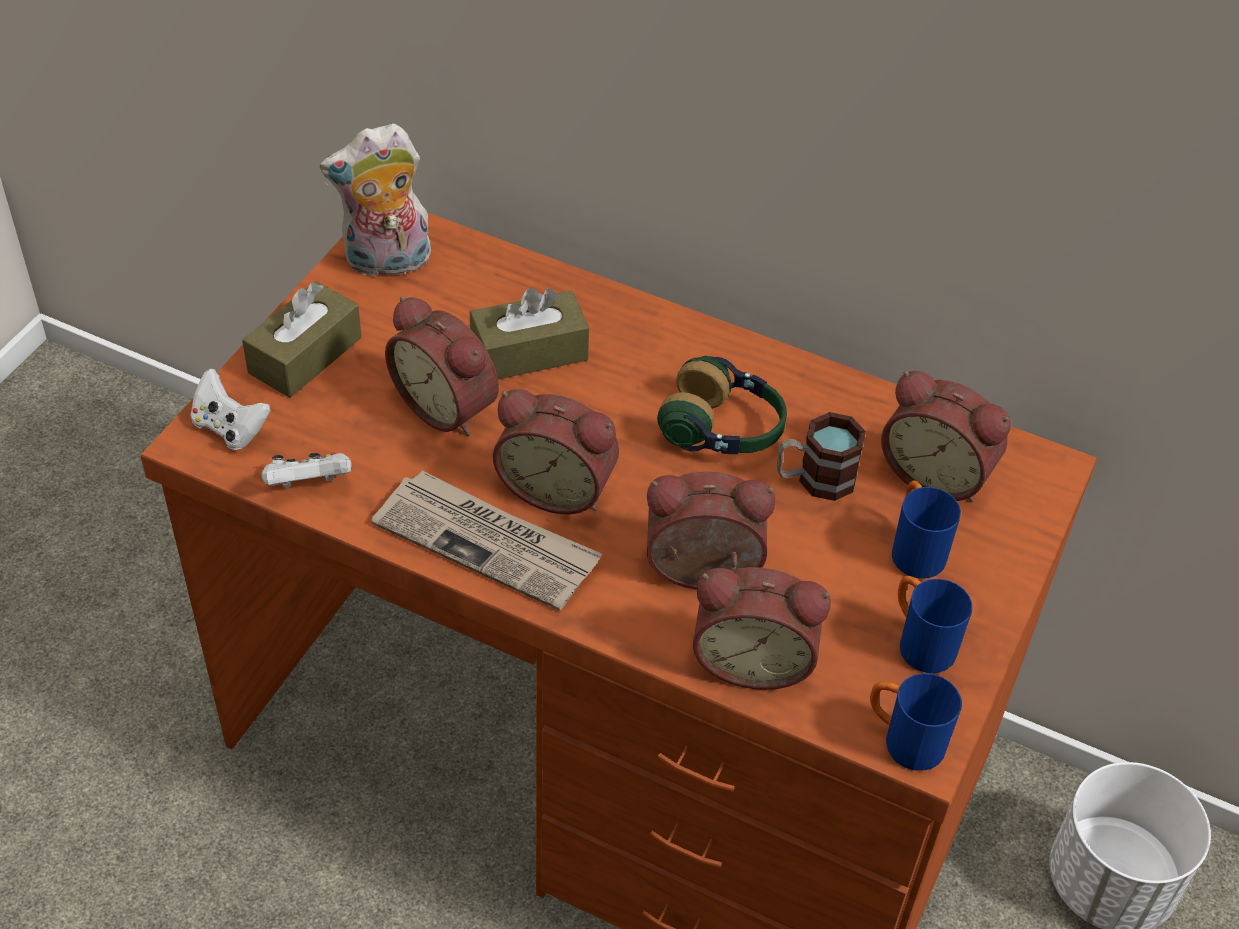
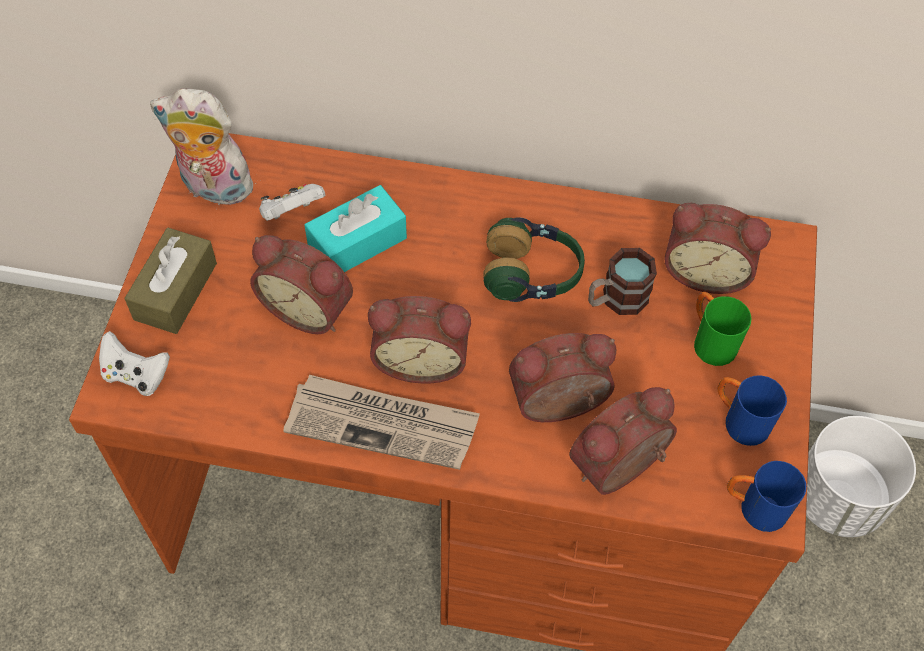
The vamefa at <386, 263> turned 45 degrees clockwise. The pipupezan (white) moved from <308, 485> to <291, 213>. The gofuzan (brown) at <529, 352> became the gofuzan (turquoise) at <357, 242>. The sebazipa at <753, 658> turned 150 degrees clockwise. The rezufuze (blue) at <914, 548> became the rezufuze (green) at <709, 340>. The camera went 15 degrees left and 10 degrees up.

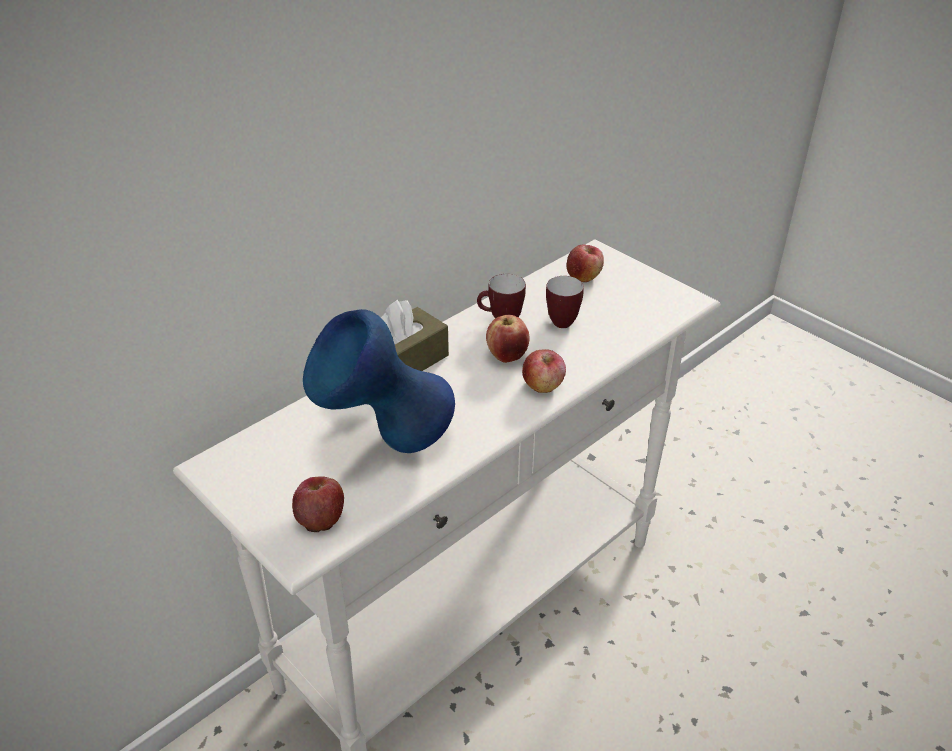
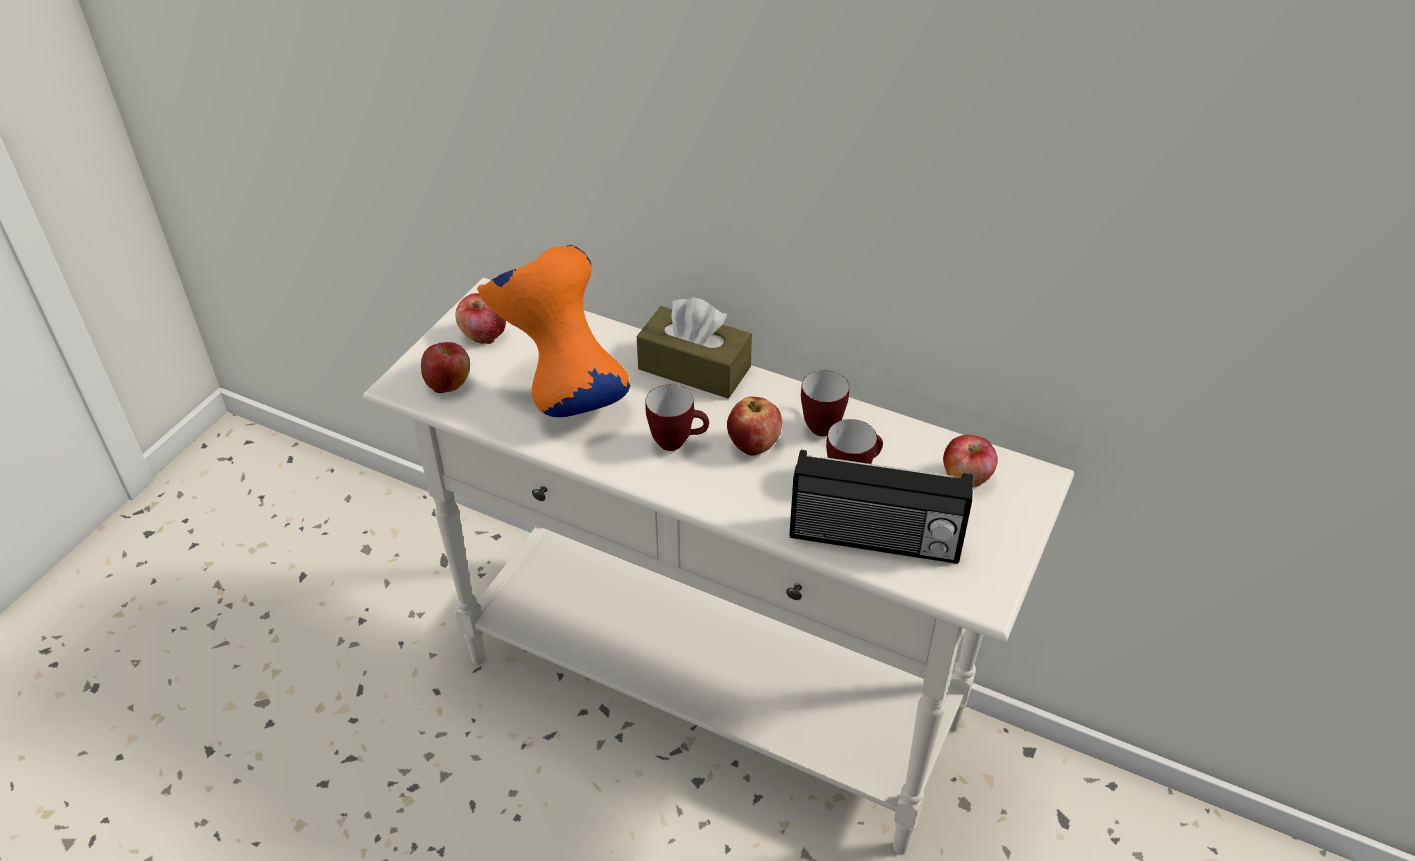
The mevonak moved from <543, 385> to <483, 334>. The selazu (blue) at <385, 445> became the selazu (orange) at <561, 393>. The rezufuze at <678, 442> appeared. The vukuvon at <874, 541> appeared. The camera went 70 degrees right and 5 degrees up.

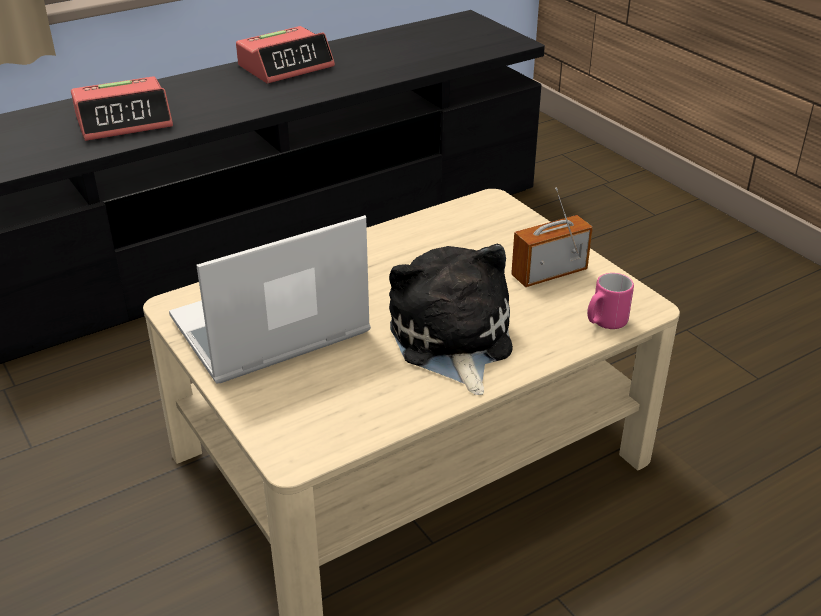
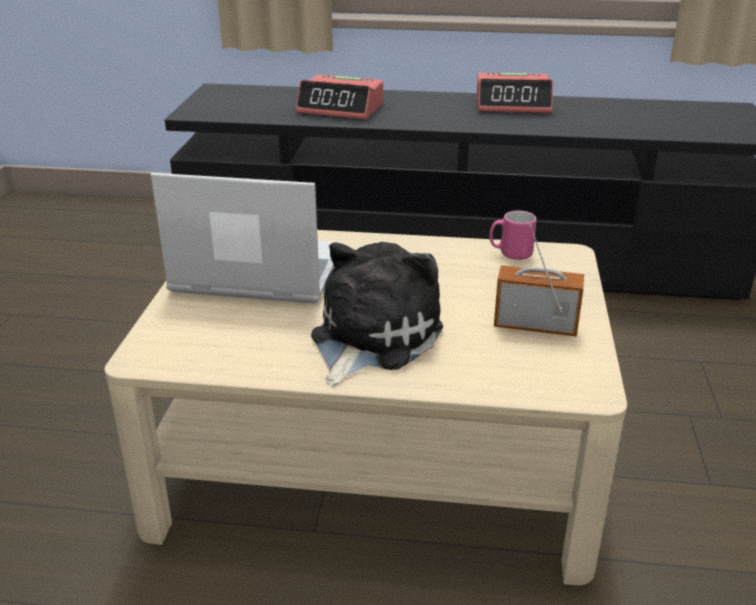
The rezufuze (pink) moved from <604, 323> to <510, 253>. The camera went 40 degrees right and 5 degrees down.

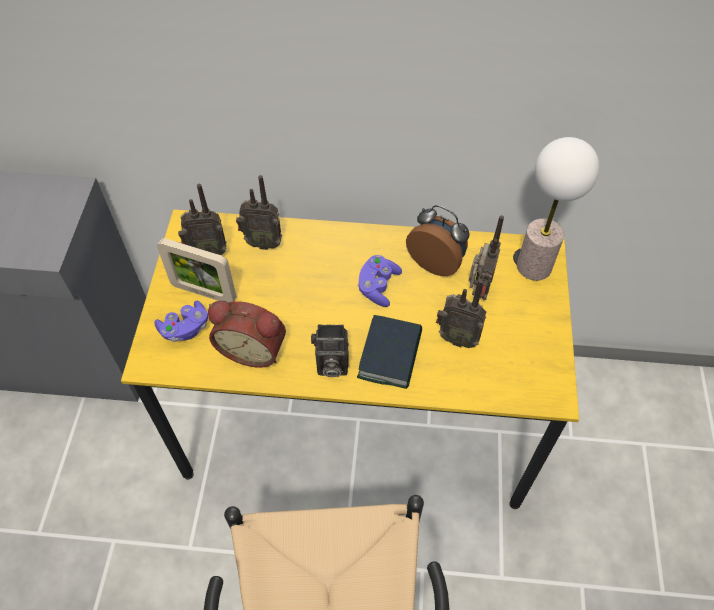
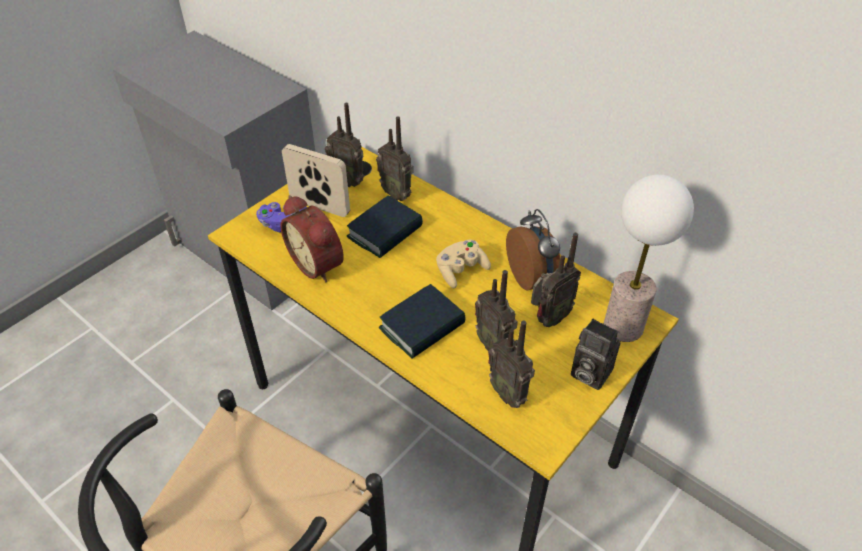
The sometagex at <204, 292> turned 150 degrees clockwise. The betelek at <385, 232> appeared. The pipupezan (purple) at <378, 287> became the pipupezan (beige) at <461, 270>. The vukuvon at <509, 393> appeared. The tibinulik moved from <330, 365> to <588, 373>. The camera went 35 degrees right and 10 degrees down.

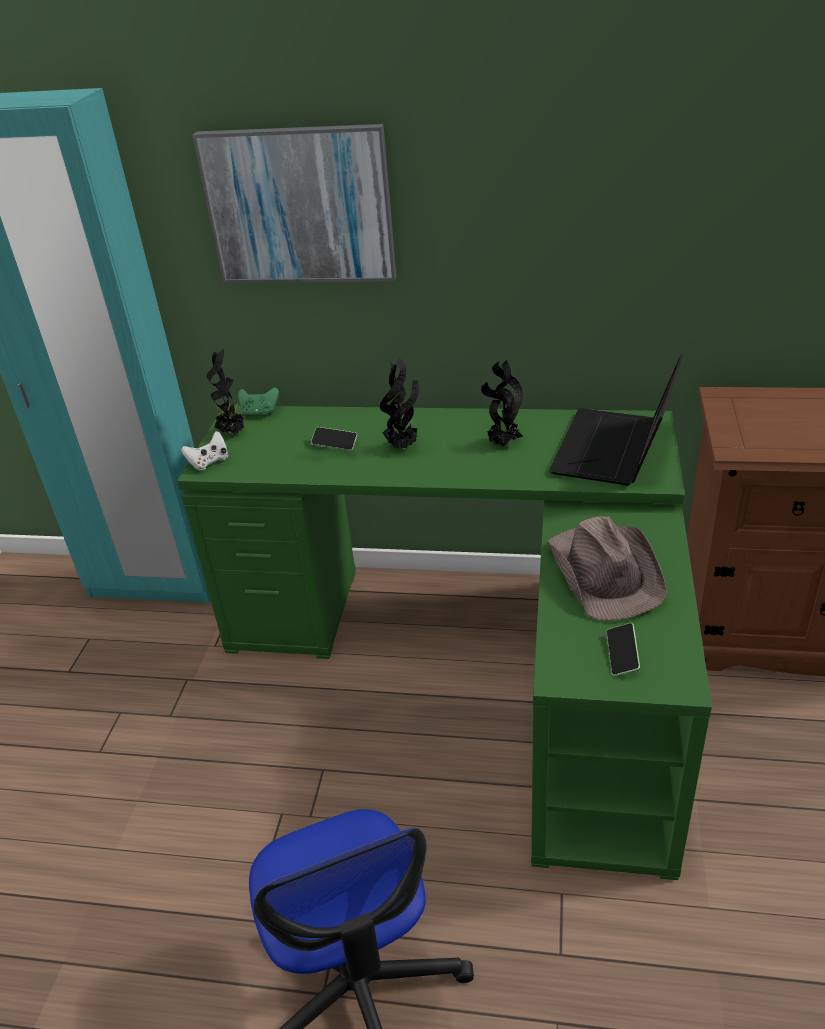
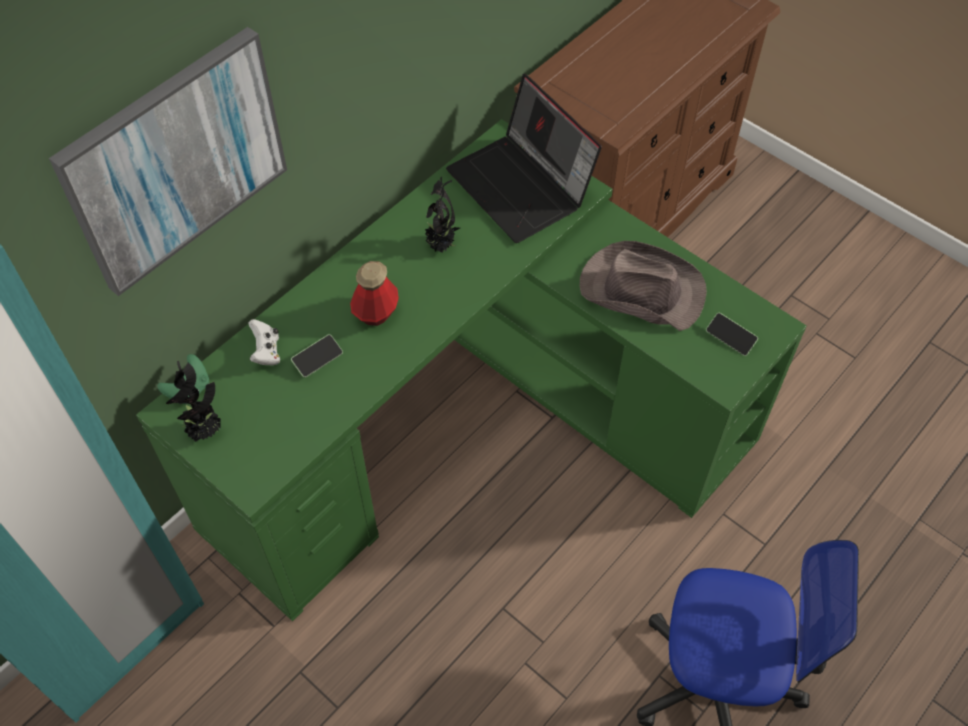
The pipupezan (white) moved from <209, 462> to <266, 352>. The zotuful at <403, 446> was replaced by the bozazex at <376, 312>. The camera went 60 degrees left and 20 degrees up.

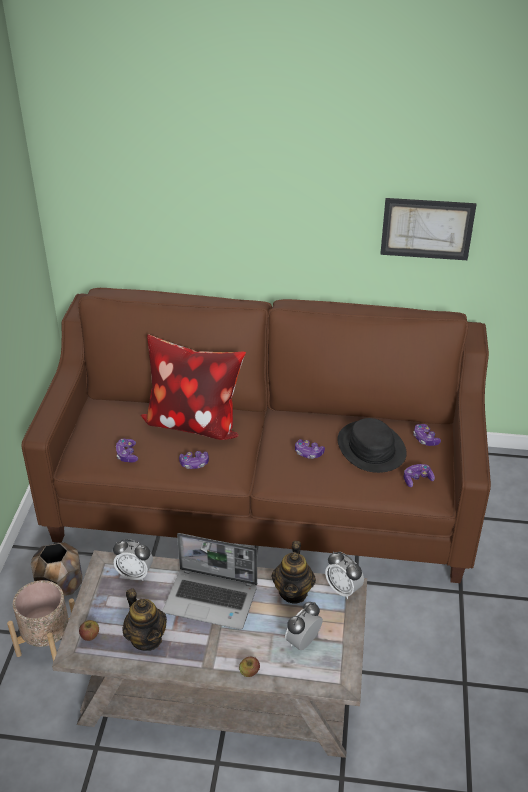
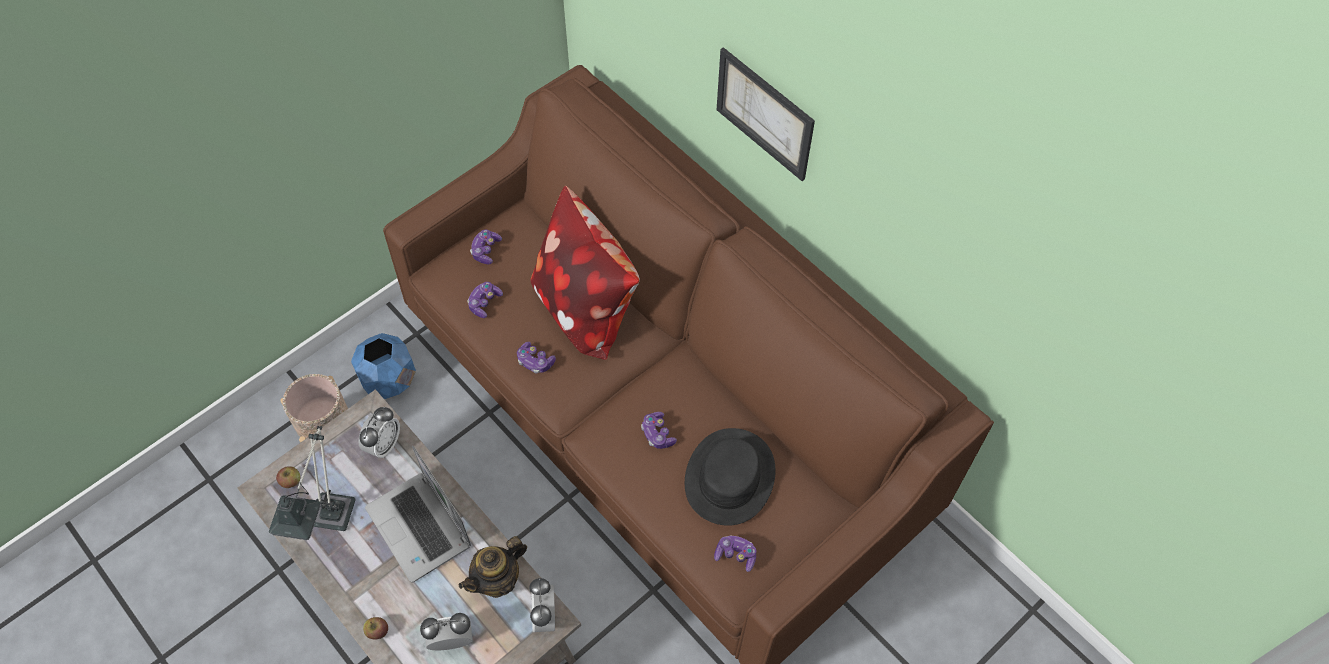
The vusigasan at <146, 638> was replaced by the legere at <330, 523>. The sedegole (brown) at <60, 585> became the sedegole (blue) at <389, 379>. The sebazipa at <135, 574> turned 120 degrees counterclockwise. The pipupezan moved from <425, 439> to <486, 250>. The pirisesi moved from <427, 228> to <764, 113>. The camera went 40 degrees right and 20 degrees up.

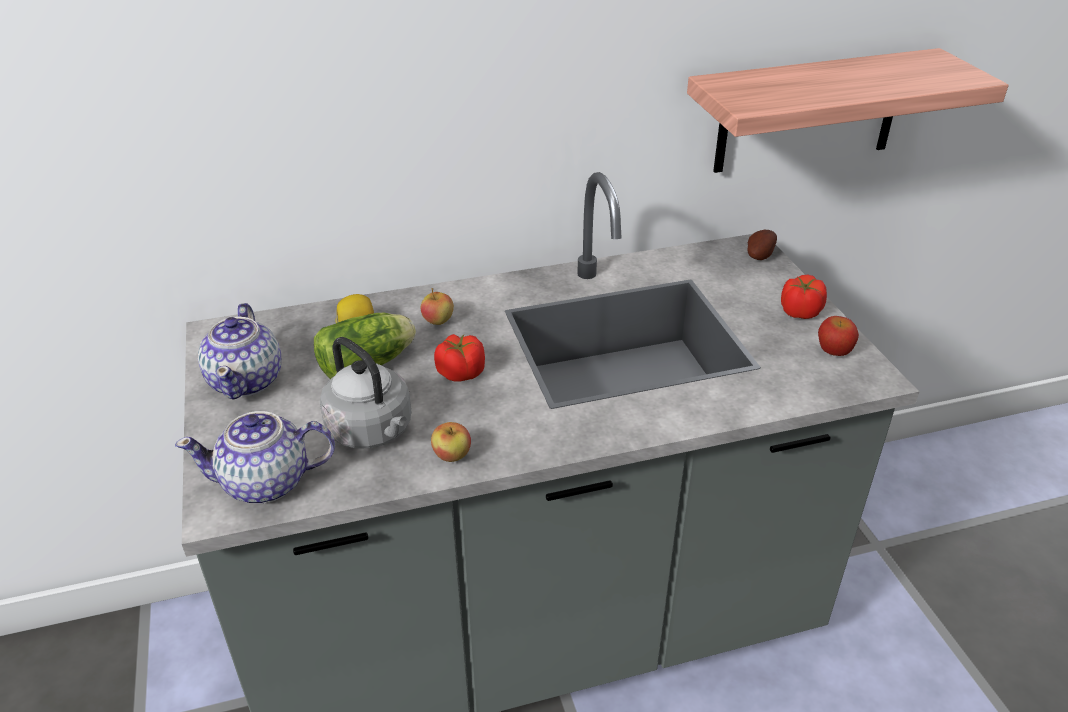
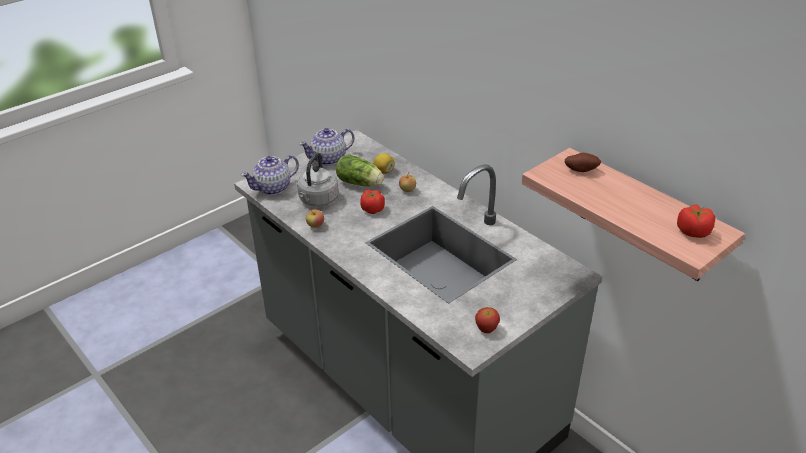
The vusigasan at <267, 483> turned 90 degrees counterclockwise. The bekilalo moved from <758, 255> to <581, 169>. The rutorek moved from <800, 312> to <692, 232>. The camera went 65 degrees right and 0 degrees up.

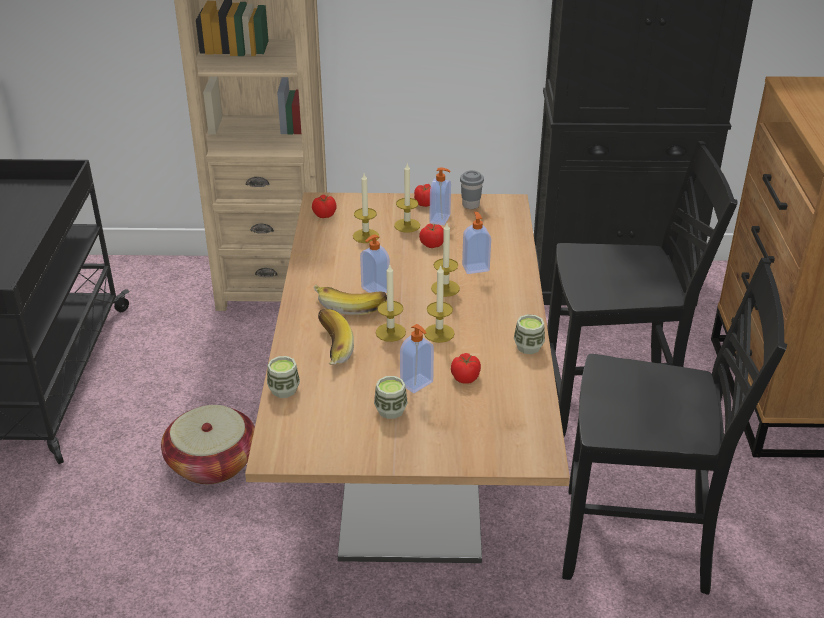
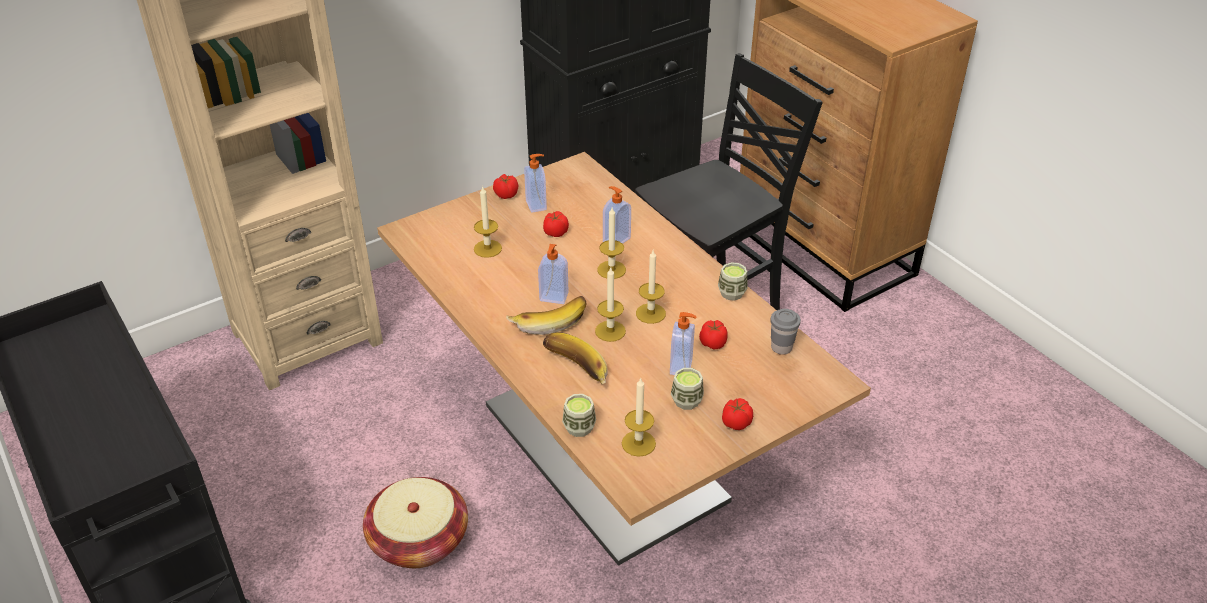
The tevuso moved from <407, 225> to <638, 443>. The rutorek moved from <324, 215> to <735, 423>. The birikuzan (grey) moved from <470, 205> to <781, 348>. The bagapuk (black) at <639, 543> disappeared. The camera went 35 degrees left and 5 degrees up.

